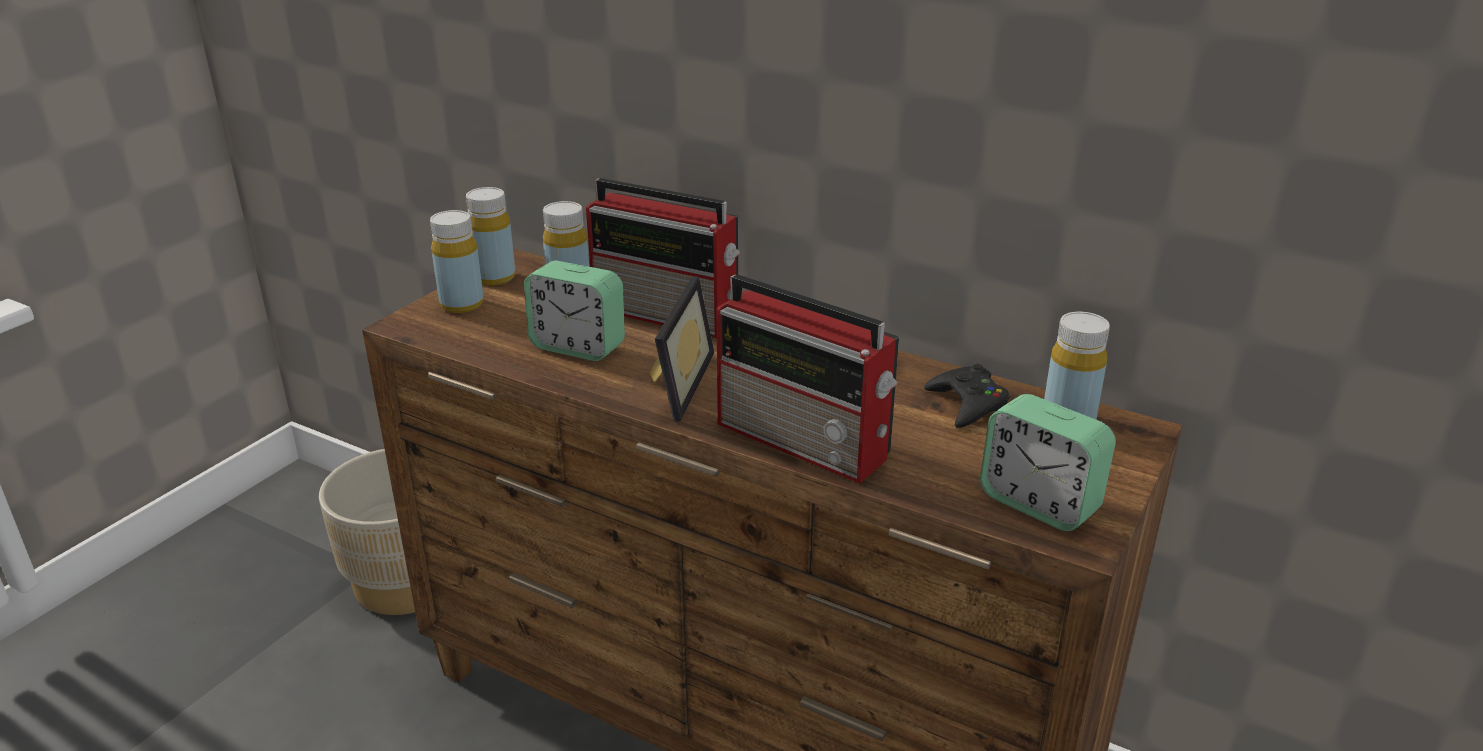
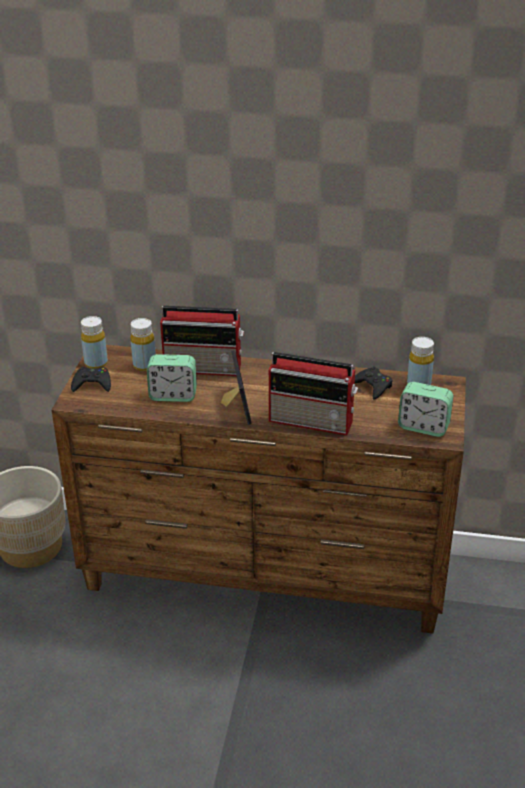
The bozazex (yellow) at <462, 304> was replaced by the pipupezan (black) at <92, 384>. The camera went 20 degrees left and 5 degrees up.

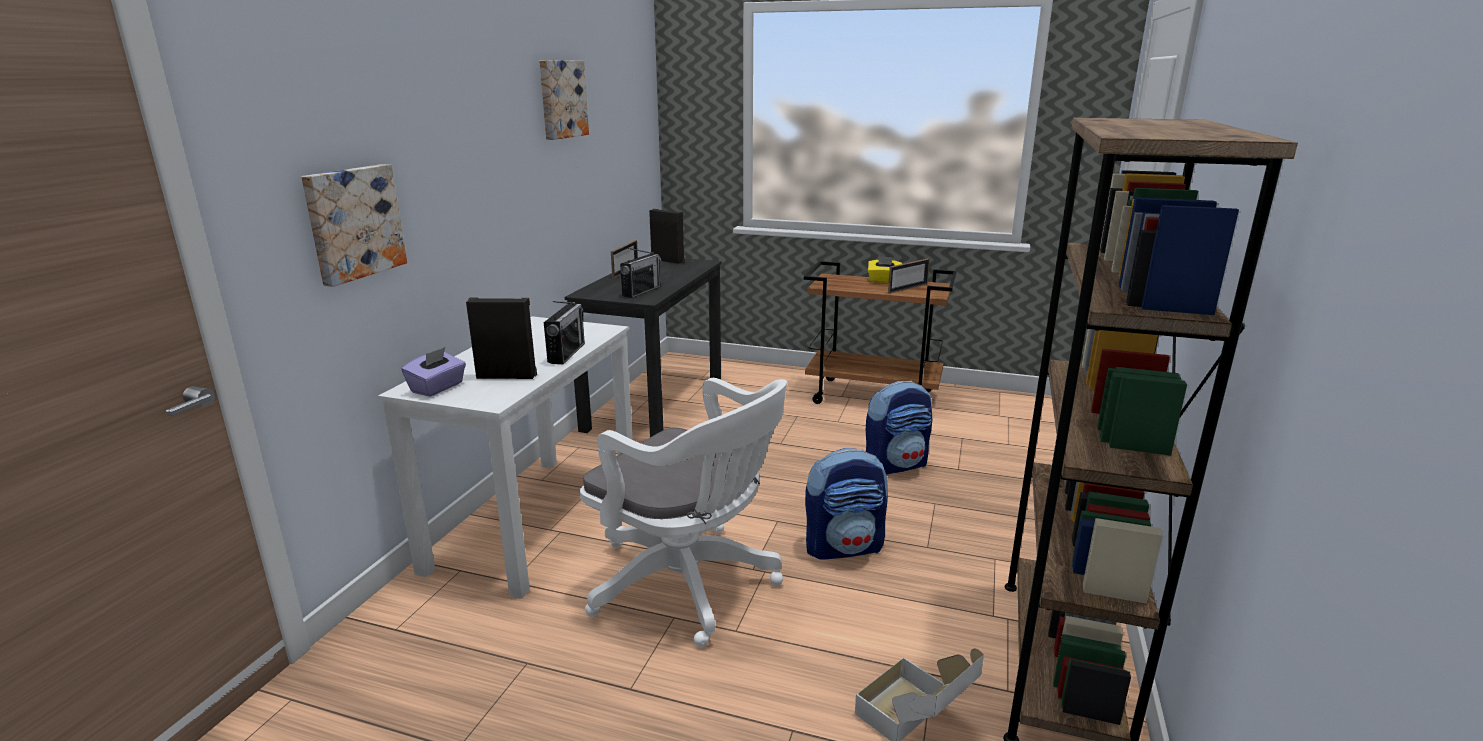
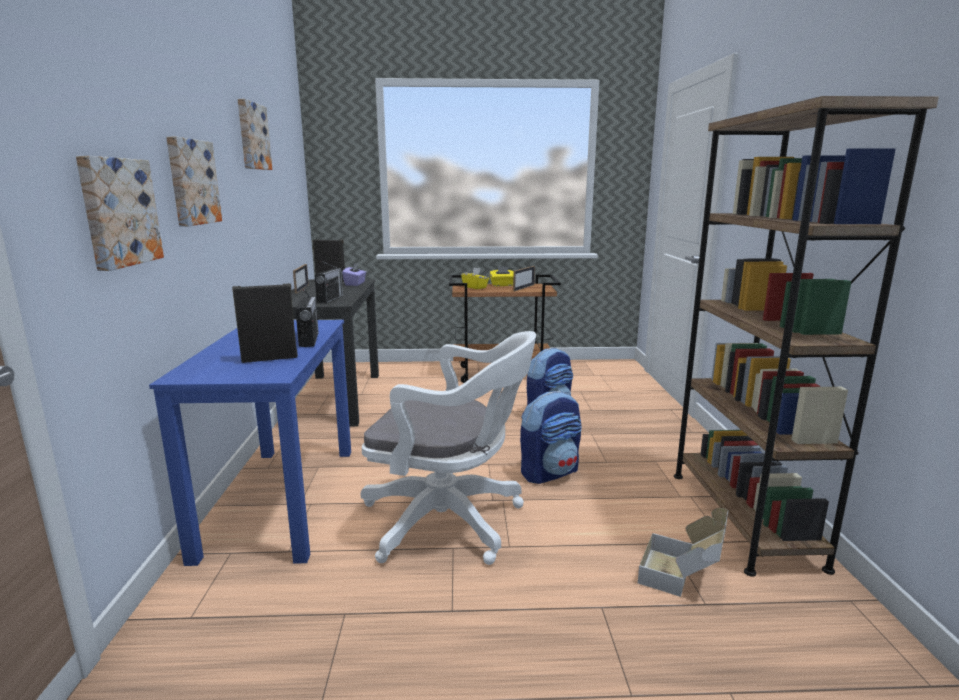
The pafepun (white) at <536, 519> became the pafepun (blue) at <282, 498>. The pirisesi at <191, 182> appeared. The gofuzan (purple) moved from <438, 388> to <355, 284>. The gofuzan (yellow) at <475, 287> appeared. The camera went 20 degrees left and 5 degrees down.

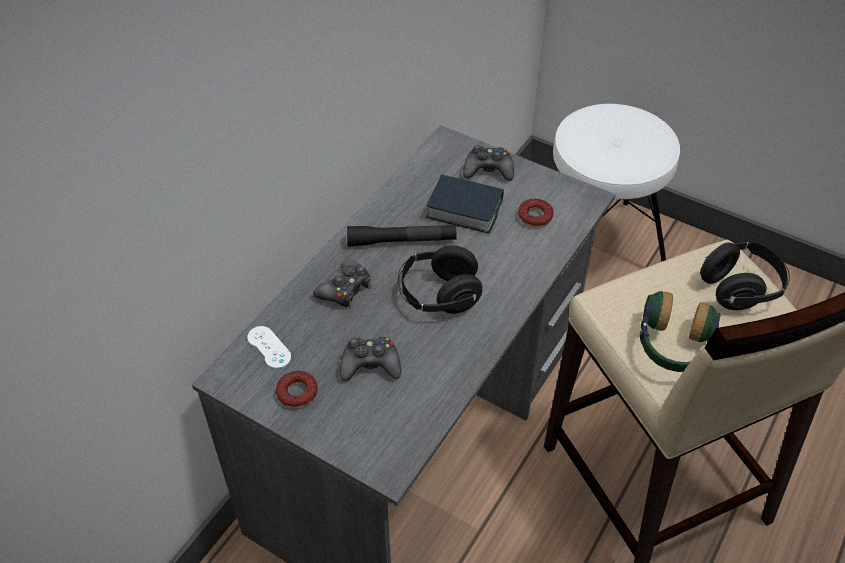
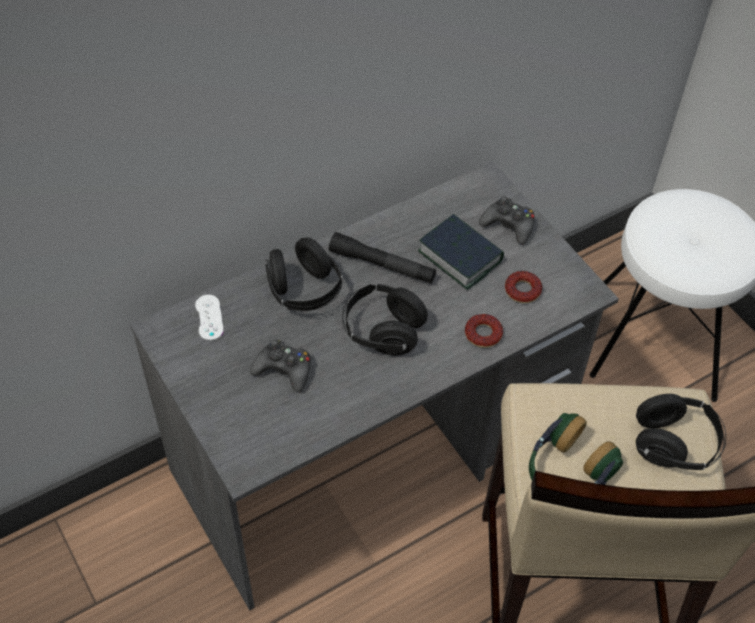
The pipupezan (black) at <345, 289> was replaced by the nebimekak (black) at <304, 291>. The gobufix moved from <297, 393> to <483, 334>. The camera went 25 degrees right and 5 degrees up.

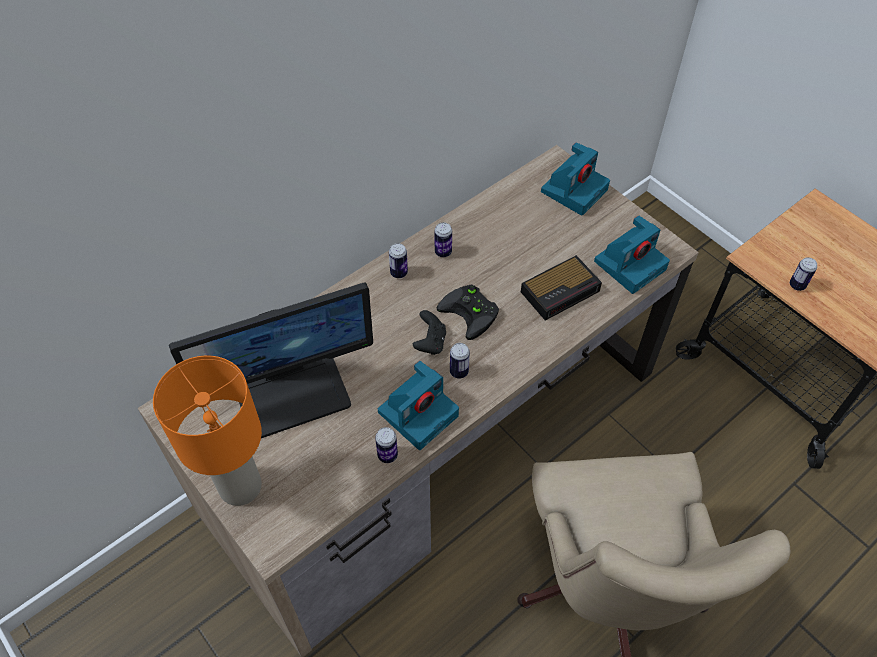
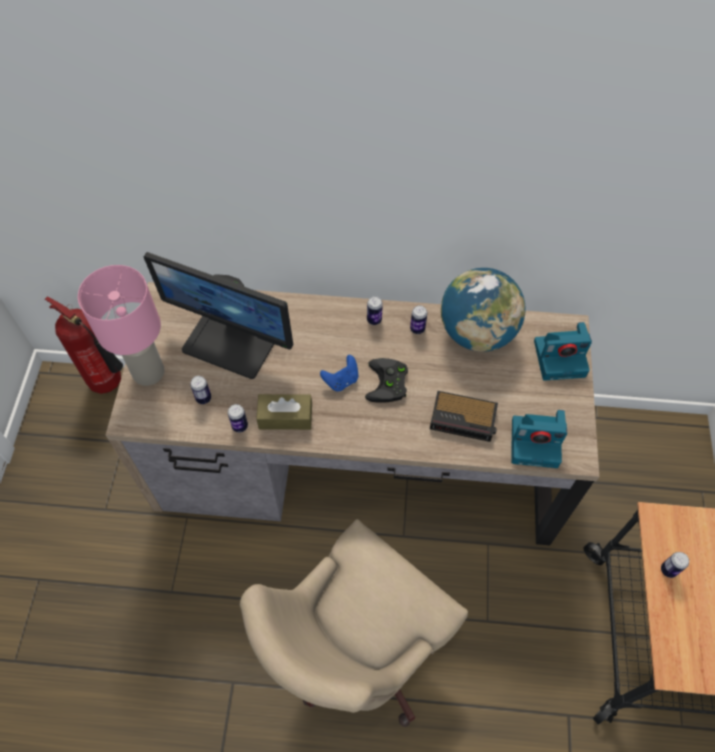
The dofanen at <110, 384> appeared. The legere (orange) at <239, 486> became the legere (pink) at <148, 371>. The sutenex moved from <459, 372> to <203, 398>. The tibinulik at <418, 412> was replaced by the gofuzan (brown) at <285, 417>. The pipupezan (black) at <430, 342> became the pipupezan (blue) at <341, 380>. The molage at <477, 332> appeared. The camera went 45 degrees right and 5 degrees up.

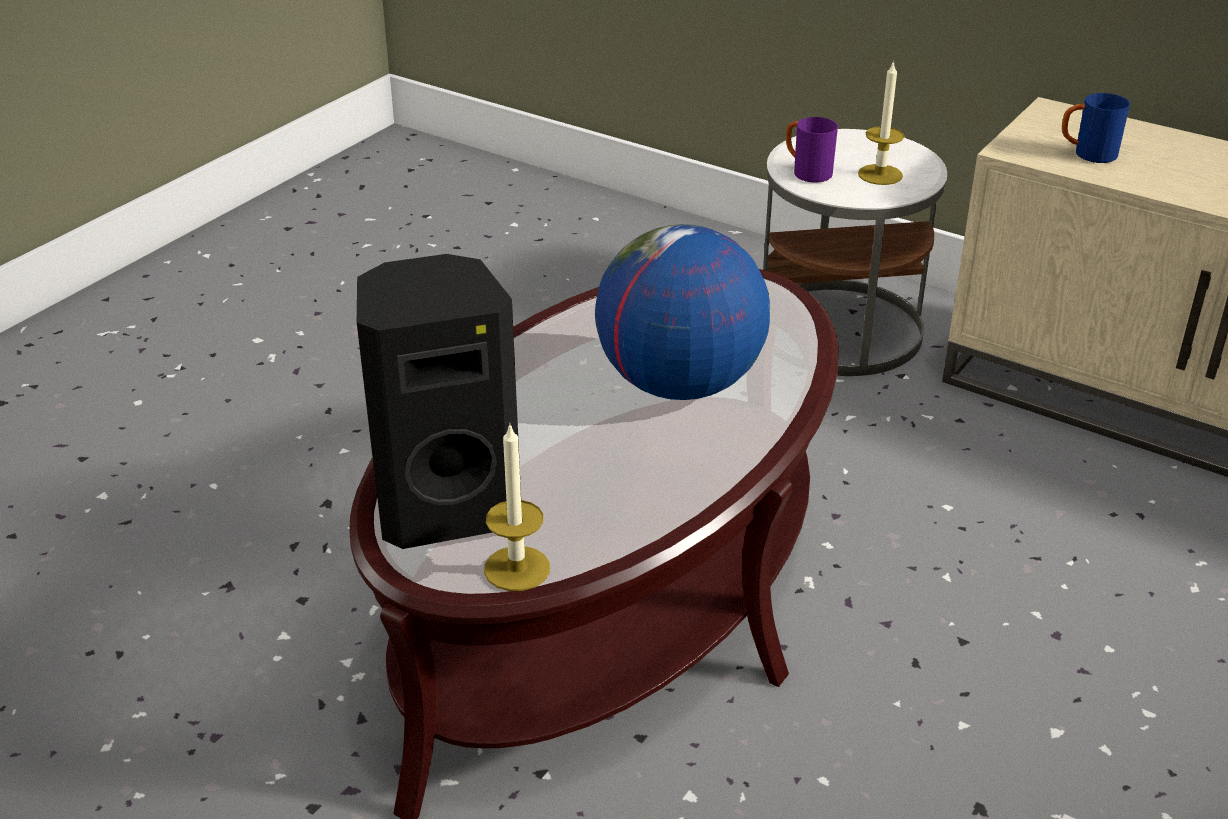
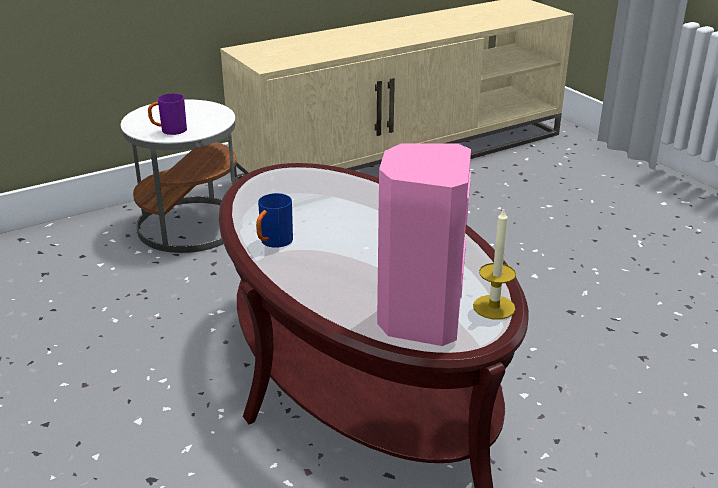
The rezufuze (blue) moved from <1087, 154> to <273, 243>. The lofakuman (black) at <446, 507> became the lofakuman (pink) at <418, 319>. The molage at <679, 385> disappeared. The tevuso at <880, 175> disappeared. The camera went 65 degrees left and 5 degrees down.

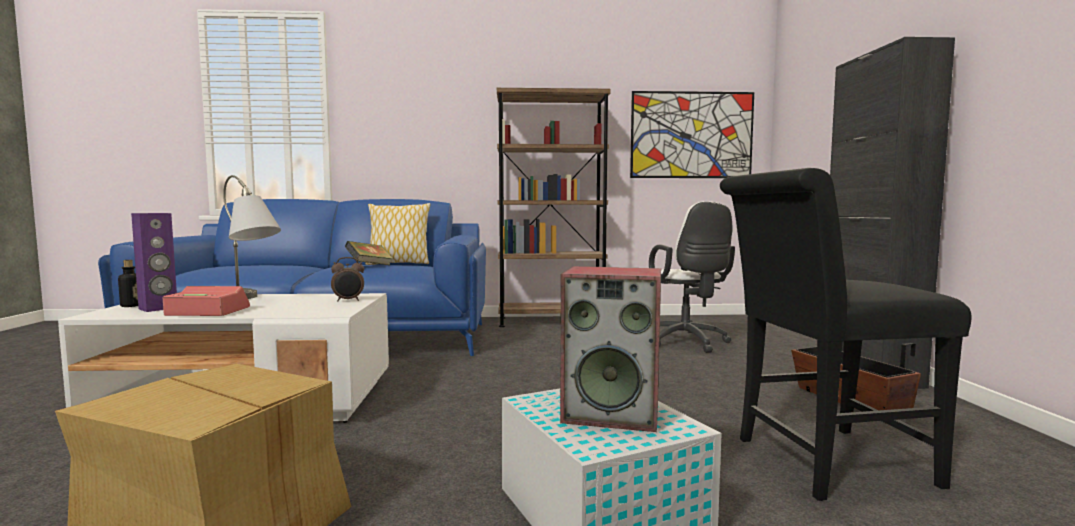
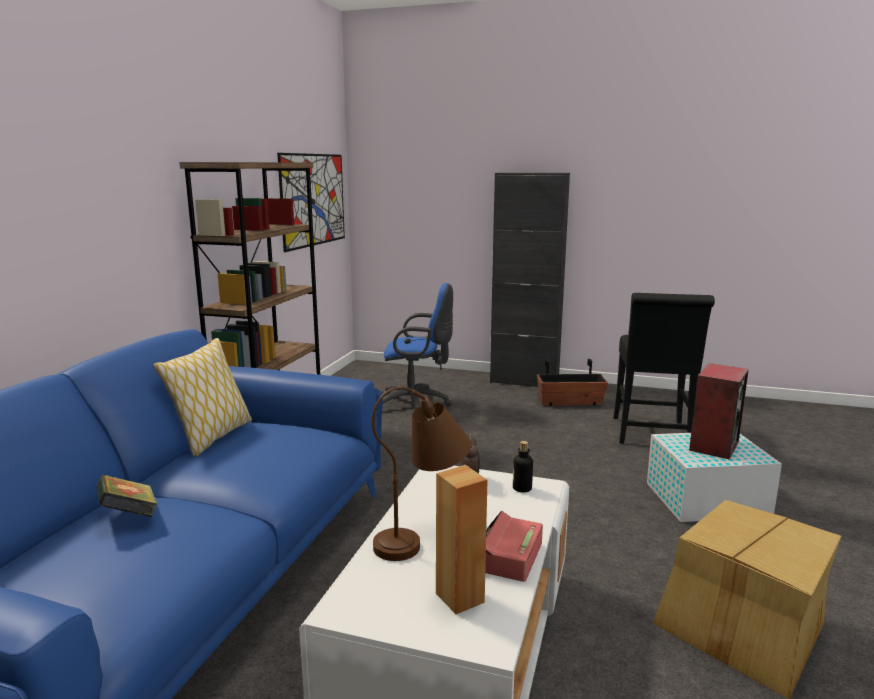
The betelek moved from <369, 266> to <129, 516>. The legere (grey) at <249, 299> became the legere (brown) at <424, 537>. The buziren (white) at <687, 343> became the buziren (blue) at <416, 404>. The lofakuman (purple) at <158, 308> became the lofakuman (brown) at <460, 597>. The bozazex moved from <131, 306> to <522, 488>. The camera went 70 degrees left and 10 degrees up.

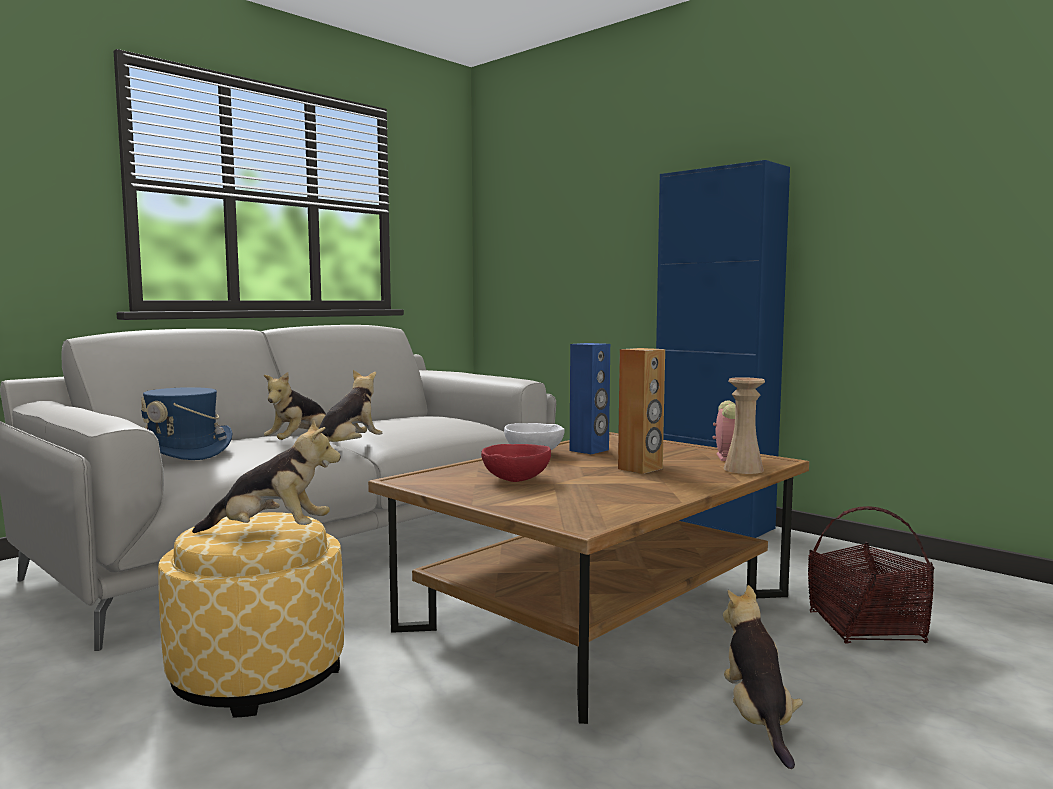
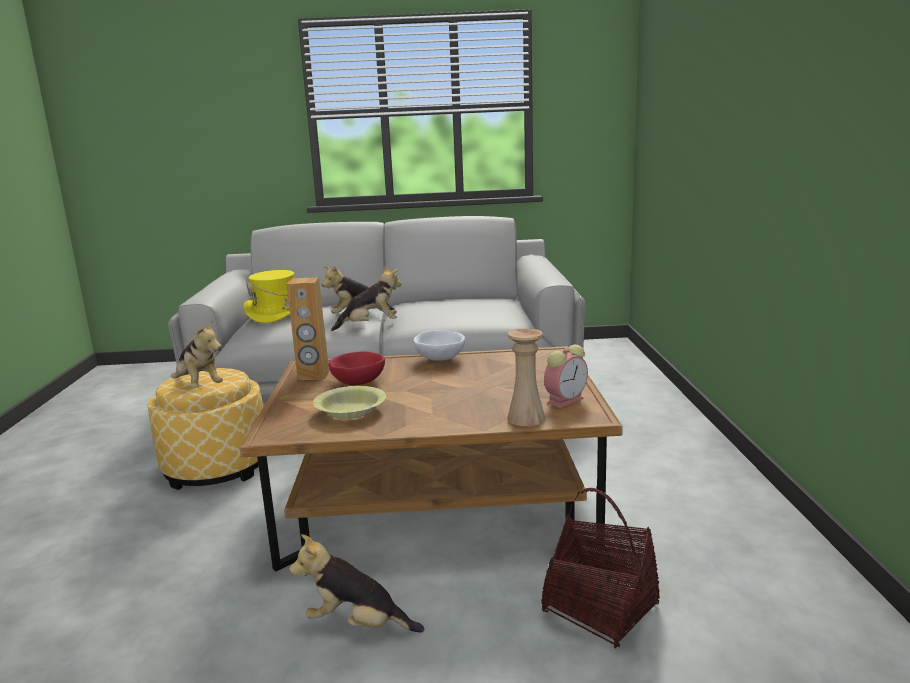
The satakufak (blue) at <184, 451> became the satakufak (yellow) at <276, 314>. The lofakuman (brown) moved from <640, 469> to <313, 375>. The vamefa at <758, 719> turned 120 degrees counterclockwise. The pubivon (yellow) at <350, 411> appeared. The lofakuman (blue) at <589, 450> disappeared. The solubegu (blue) at <712, 522> disappeared. The camera went 45 degrees right and 10 degrees up.

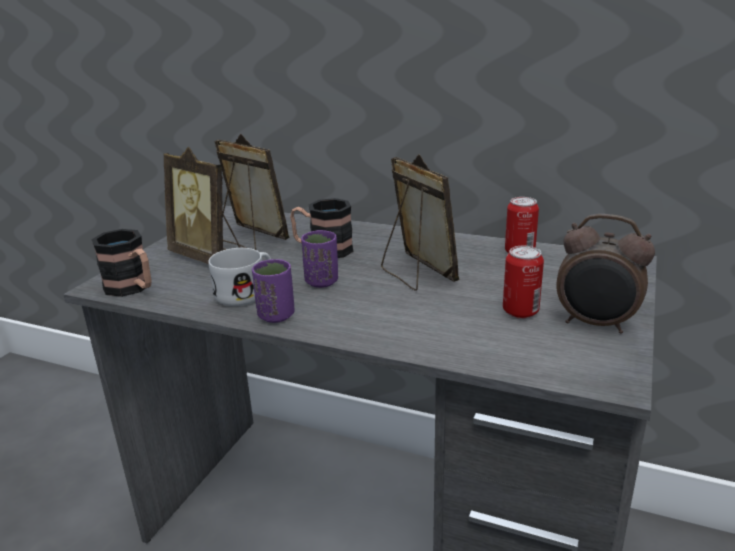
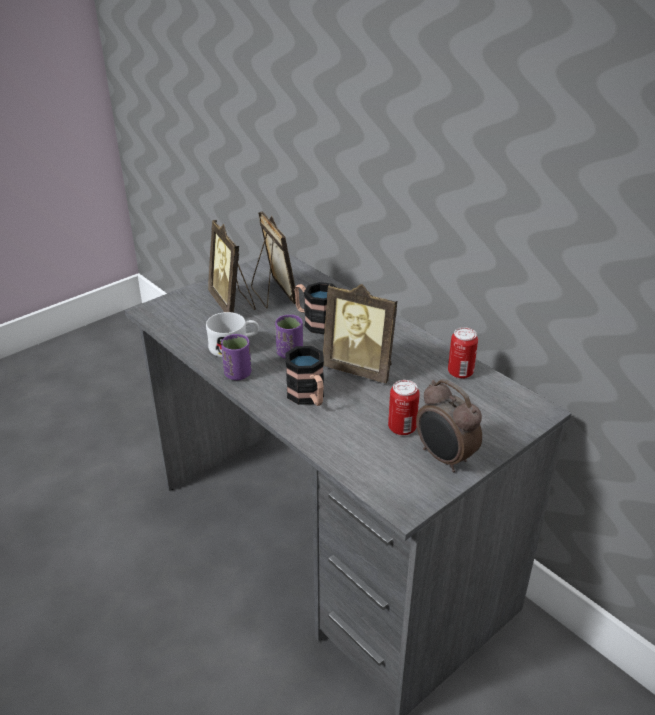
The rezufuze moved from <133, 288> to <309, 397>. The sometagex at <416, 274> turned 120 degrees clockwise. The camera went 25 degrees right and 10 degrees up.

